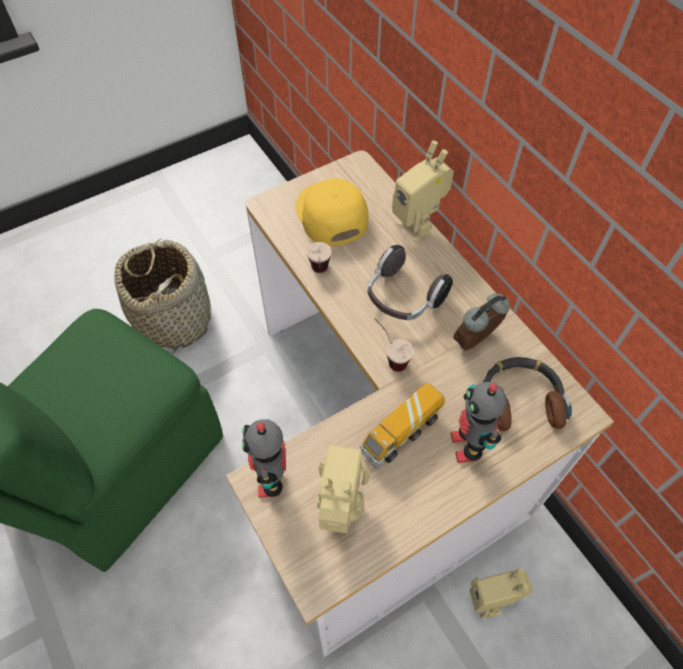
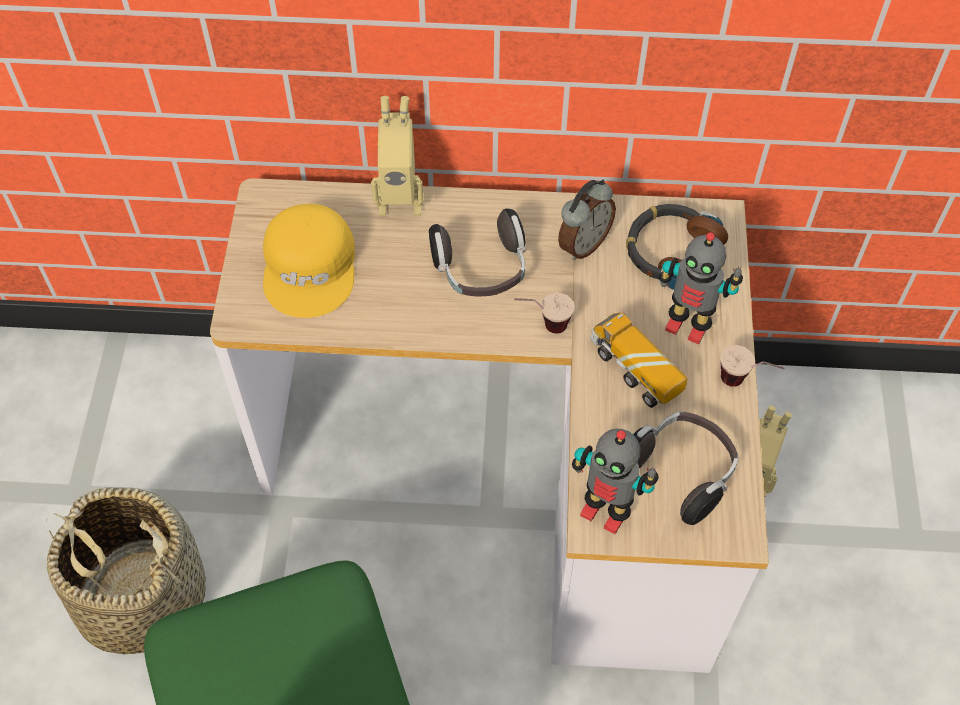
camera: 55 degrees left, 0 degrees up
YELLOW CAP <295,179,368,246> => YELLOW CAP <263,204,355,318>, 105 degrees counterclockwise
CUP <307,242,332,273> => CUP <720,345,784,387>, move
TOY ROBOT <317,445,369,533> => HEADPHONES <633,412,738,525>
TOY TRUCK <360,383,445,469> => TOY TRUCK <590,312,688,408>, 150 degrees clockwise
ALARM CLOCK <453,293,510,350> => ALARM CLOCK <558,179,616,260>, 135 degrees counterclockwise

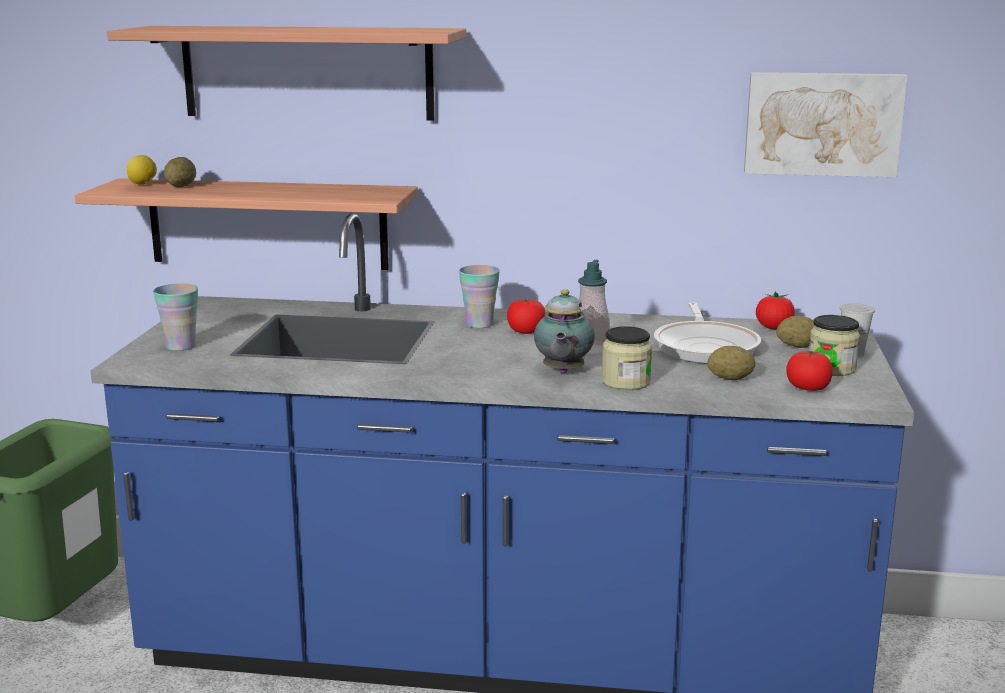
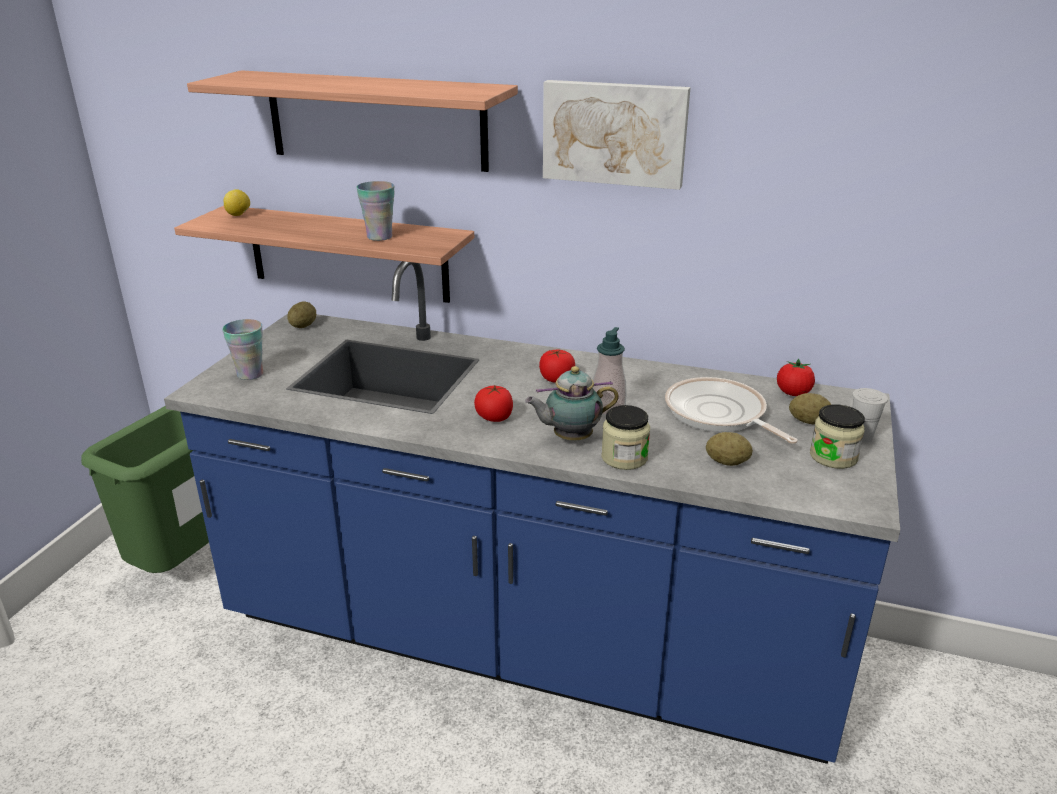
camera: 10 degrees right, 10 degrees up
POTATO <164,157,196,187> => POTATO <287,301,316,328>, move
CUP <459,265,500,328> => CUP <356,181,394,241>, move
TEAPOT <534,289,595,374> => TEAPOT <525,366,619,440>, 60 degrees clockwise
FRYING PAN <654,302,761,363> => FRYING PAN <665,377,798,444>, 135 degrees clockwise
PICTURE <744,72,908,177> => PICTURE <543,80,691,190>, move
TOMATO <786,350,833,391> => TOMATO <474,385,513,422>, move

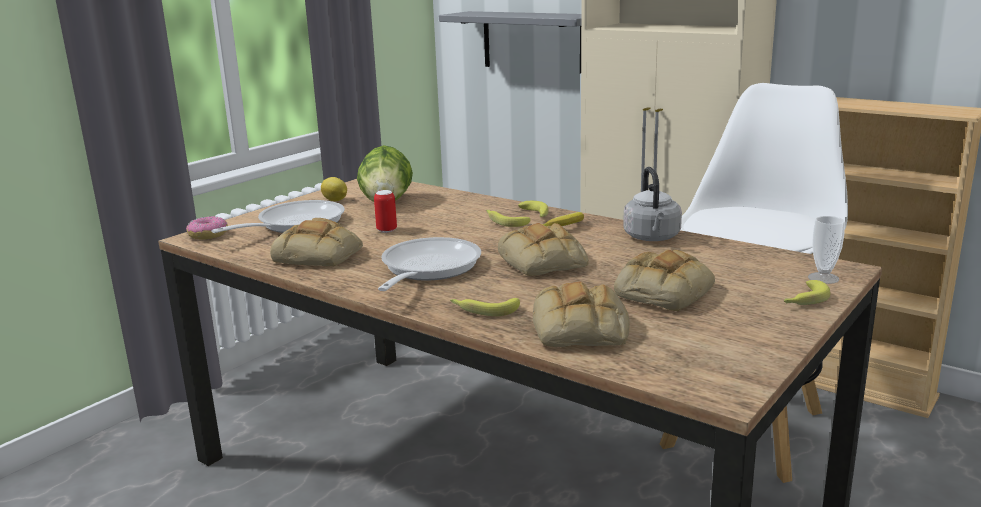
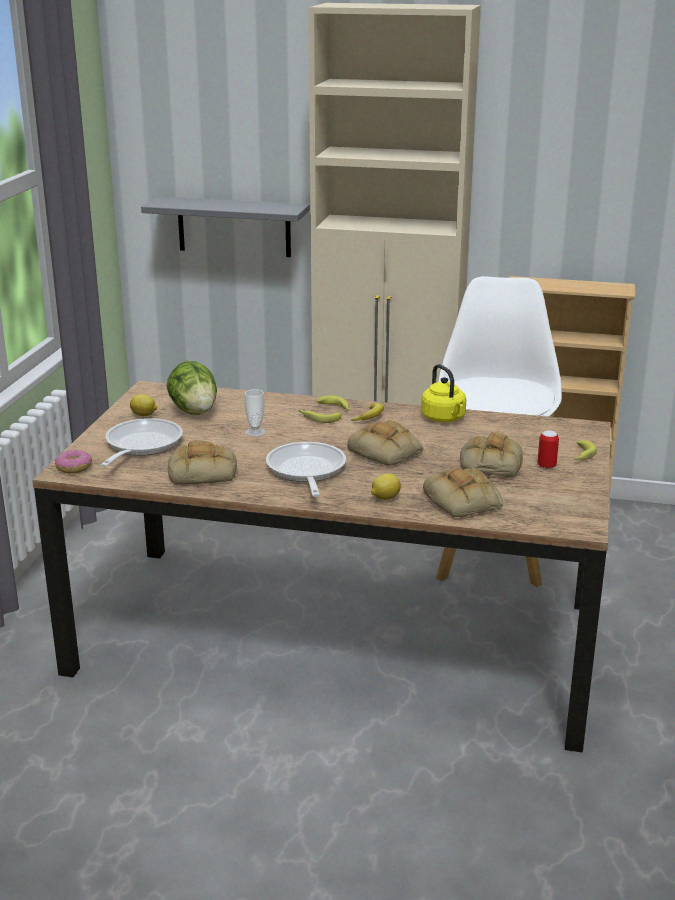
camera: 25 degrees left, 5 degrees up
CAN <374,190,397,233> => CAN <537,430,559,469>, move
BANANA <450,298,520,316> => LEMON <371,473,401,500>
GREY KETTLE <623,167,682,241> => YELLOW KETTLE <421,364,466,422>
CUP <808,216,845,284> => CUP <244,389,266,437>, move

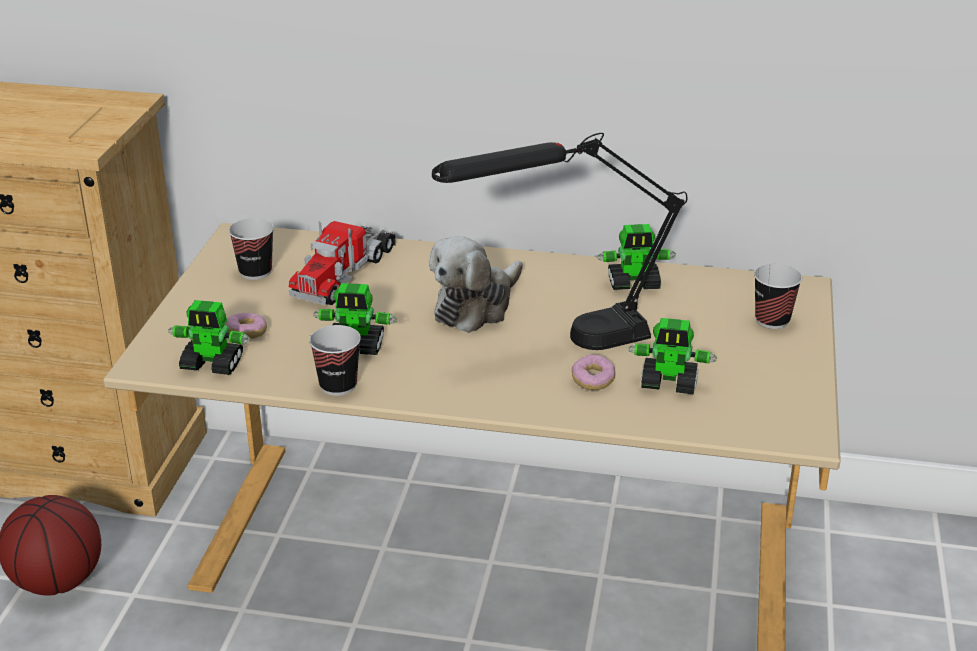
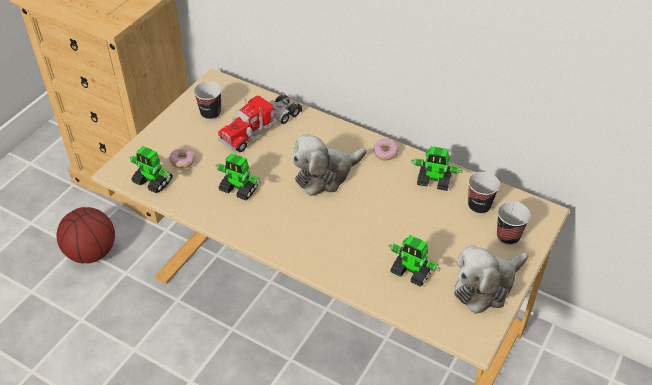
camera: 20 degrees right, 15 degrees up
CUP <309,325,361,396> => CUP <468,172,500,214>, move
BLACK TABLE LAMP <432,133,687,350> => nothing
DONUT <572,355,615,390> => DONUT <373,138,398,160>, move
nothing => PLUSH TOY <454,245,528,314>

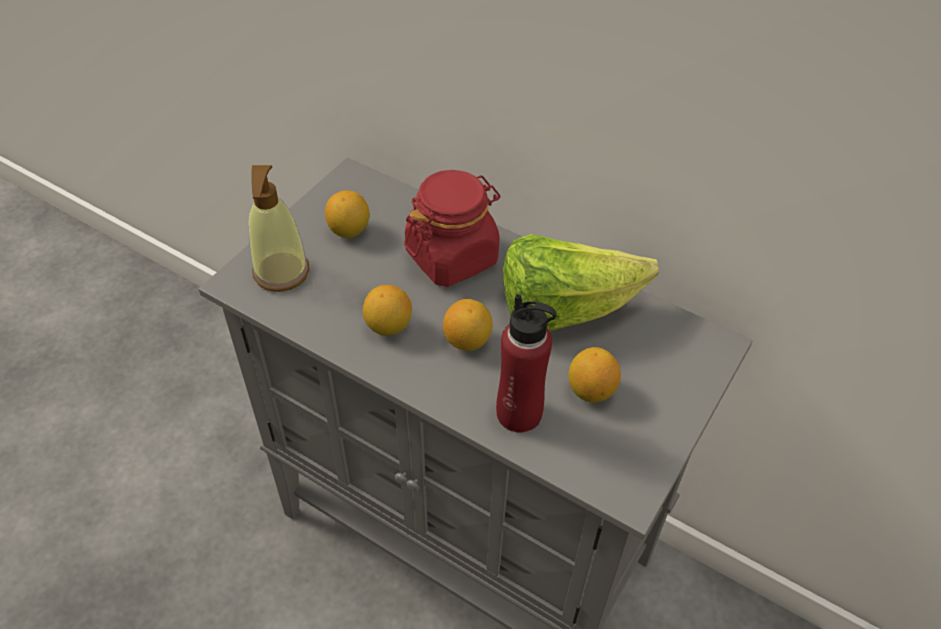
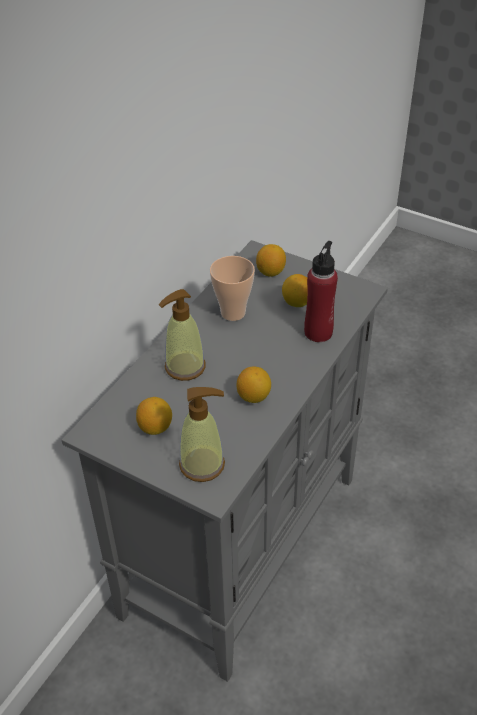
camera: 90 degrees left, 5 degrees down
RED JAR <404,170,500,287> => SOAP DISPENSER <158,289,206,381>
LEMON <443,299,493,351> => LEMON <256,244,286,277>, move
LETTUCE <503,234,659,331> => CUP <210,256,255,321>

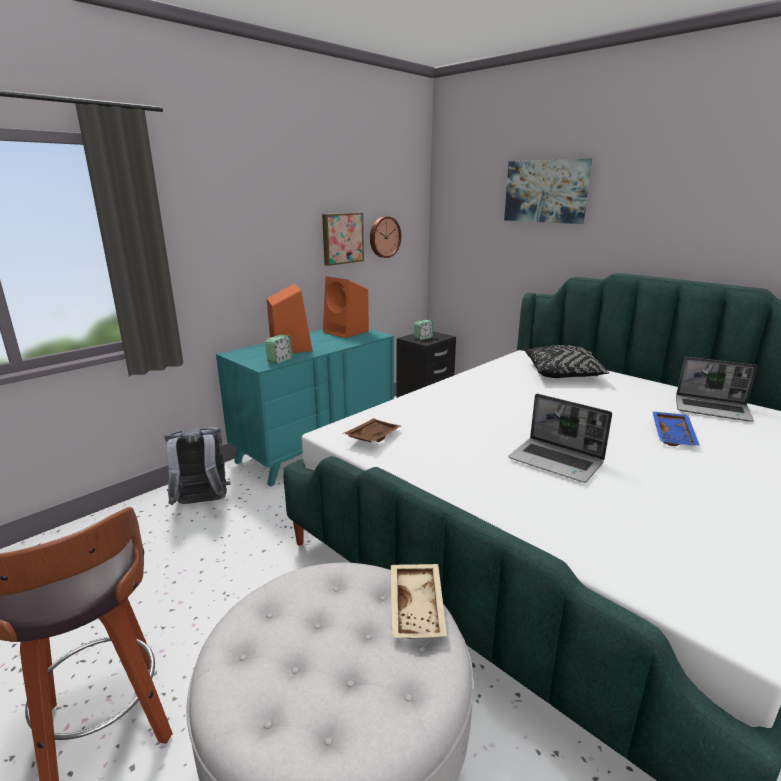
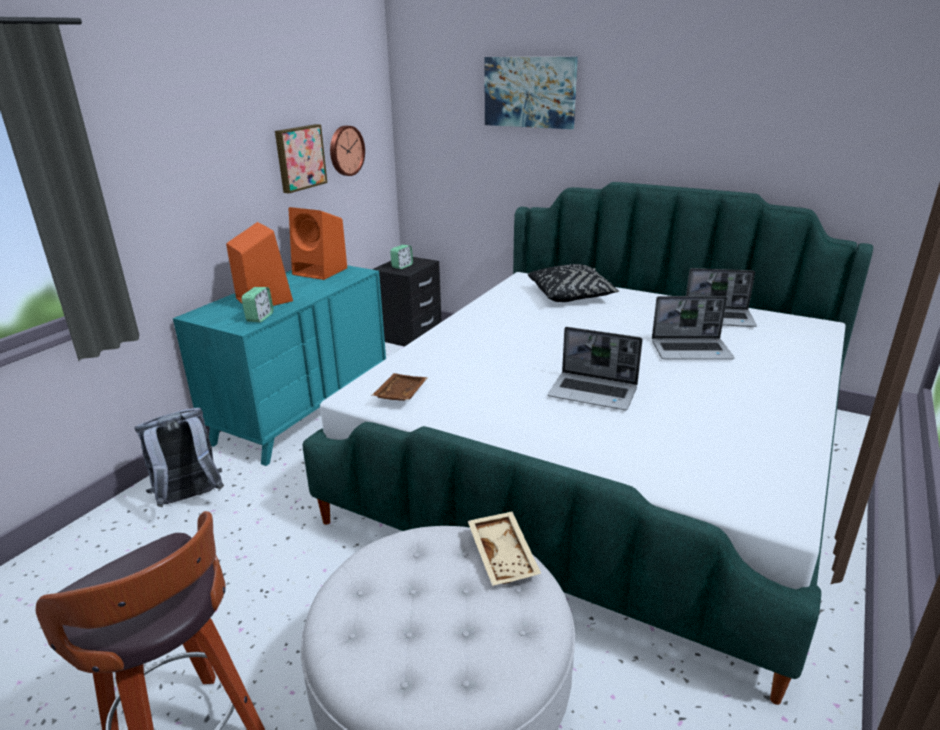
camera: 15 degrees left, 5 degrees up
BLUE TRAY <652,411,700,446> => LAPTOP <652,296,735,360>

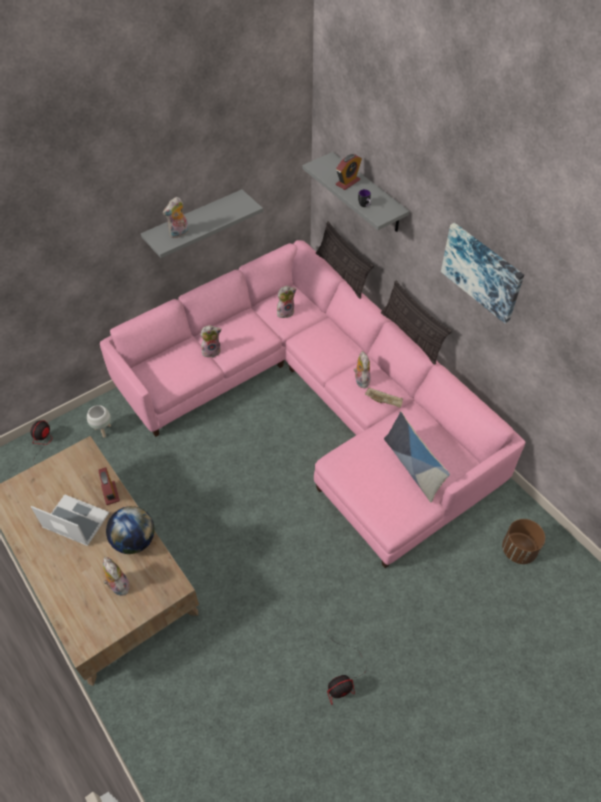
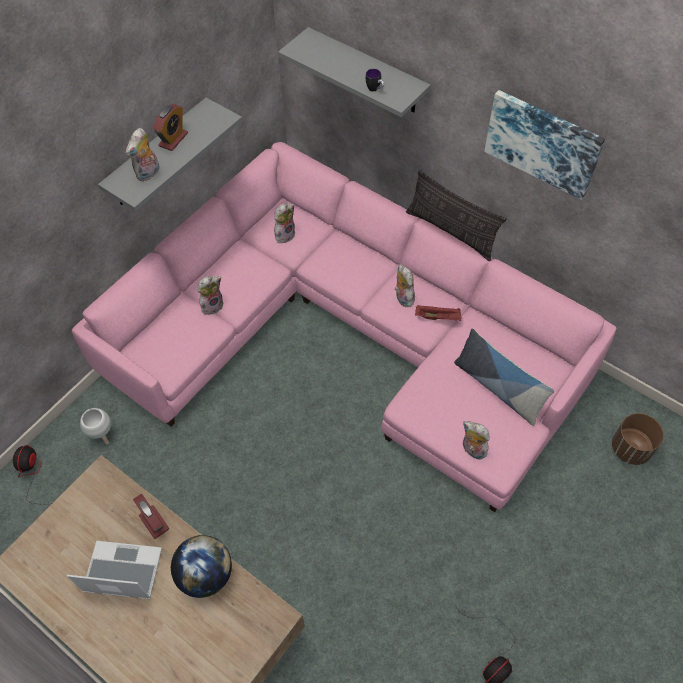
camera: 15 degrees left, 5 degrees up
PLUSH TOY <103,557,129,596> => PLUSH TOY <463,421,490,459>, move
PILLOW <316,221,374,299> => nothing
ALARM CLOCK <336,154,362,190> => ALARM CLOCK <153,104,188,151>, move
BEIGE TRAY <365,388,403,408> => RED TRAY <415,305,461,321>

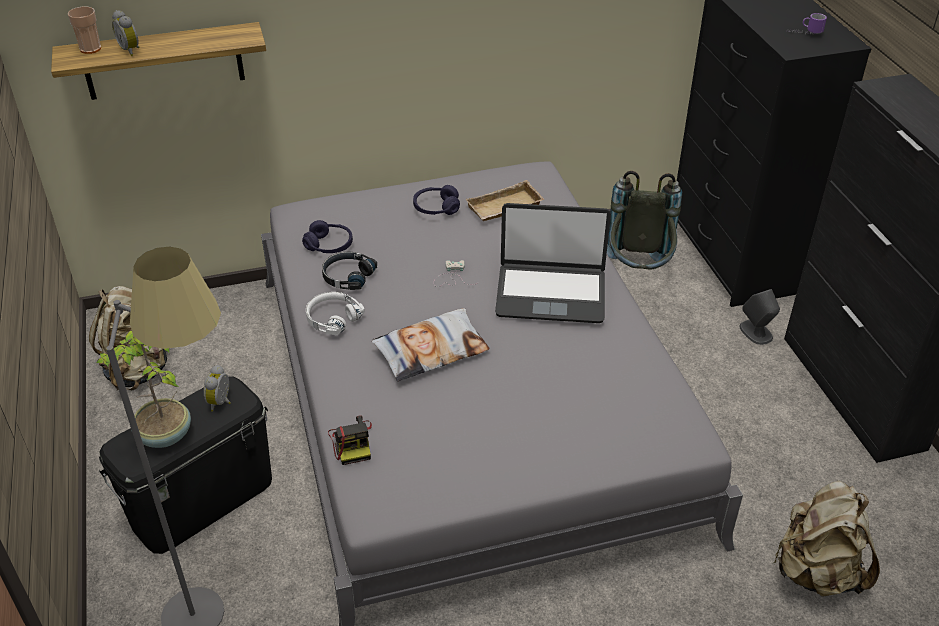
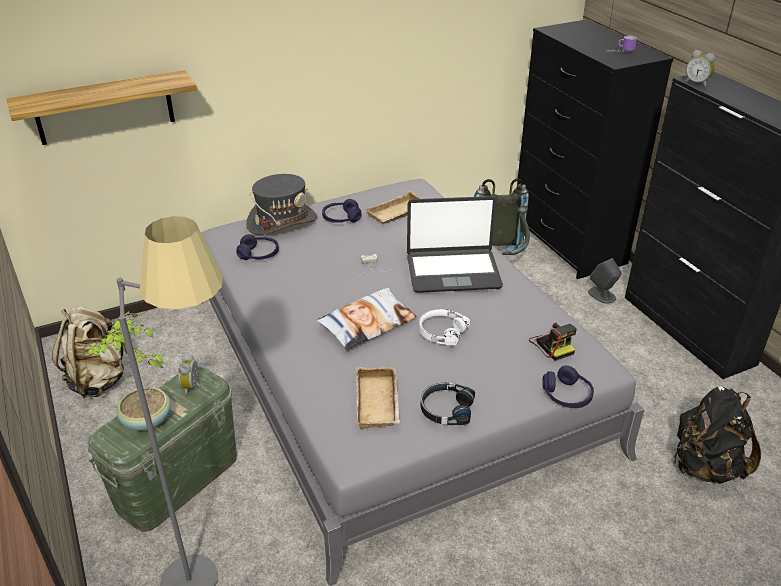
camera: 10 degrees left, 5 degrees down
CUP <68,6,101,54> => nothing
BLACK STORAGE BOX <99,377,272,554> => GREEN STORAGE BOX <88,366,237,532>
ALARM CLOCK <112,10,140,56> => ALARM CLOCK <685,50,715,87>, move
WHITE HEADPHONES <306,292,365,335> => WHITE HEADPHONES <419,309,470,345>, move
BLACK HEADPHONES <322,252,377,290> => BLACK HEADPHONES <421,383,475,426>, move
PHOTO CAMERA <328,415,372,465> => PHOTO CAMERA <529,322,577,361>, move
BEIGE BACKPACK <774,480,880,597> => BLACK BACKPACK <673,386,761,484>
nothing => GREY HAT <246,174,317,235>
nothing => BEIGE TRAY <356,367,400,429>
nothing => PURPLE HEADPHONES <542,365,594,408>

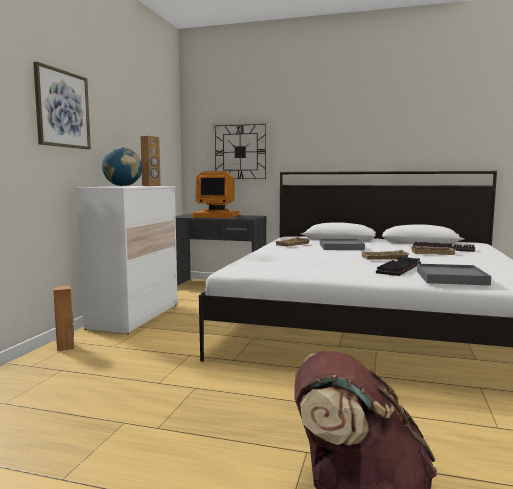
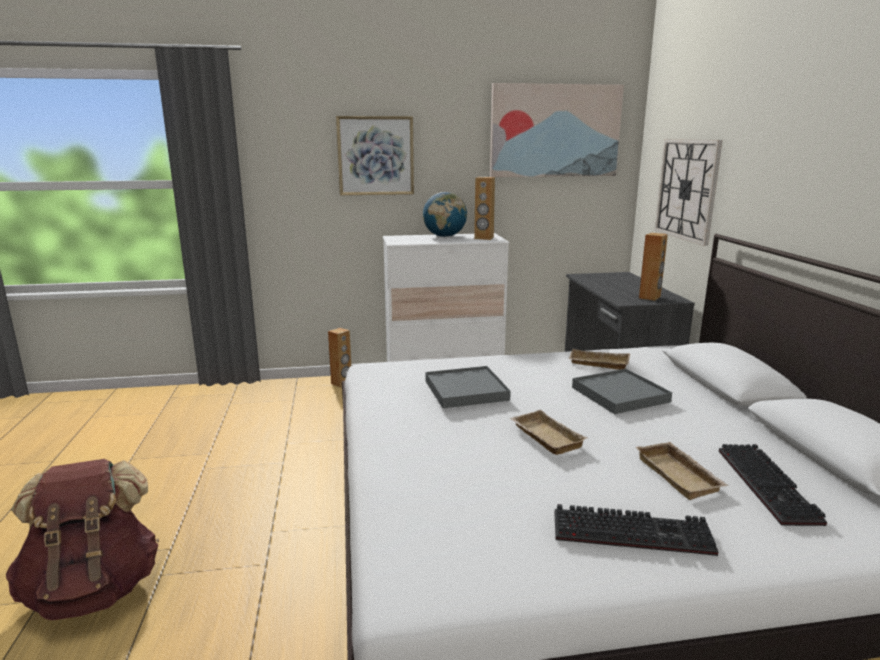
camera: 65 degrees right, 10 degrees up
MONITOR <192,171,239,218> => nothing
KEYBOARD <376,257,421,276> => KEYBOARD <555,504,718,556>, move
GREY TRAY <417,264,491,286> => GREY TRAY <425,366,511,408>, move
nothing => PICTURE <490,83,624,177>
nothing => BROWN SPEAKER <639,233,668,301>

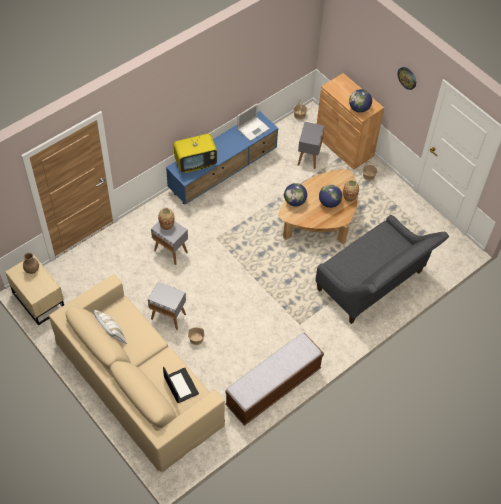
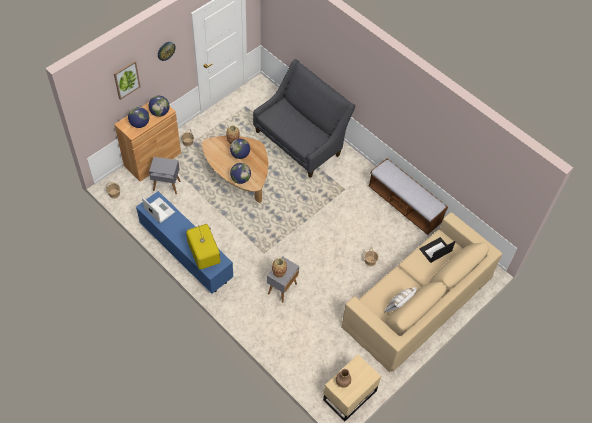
camera: 95 degrees left, 0 degrees up
GREY SIDE TABLE <148,282,186,330> => nothing
nothing => PICTURE <114,61,140,100>
nothing => GLOBE <128,107,149,128>

